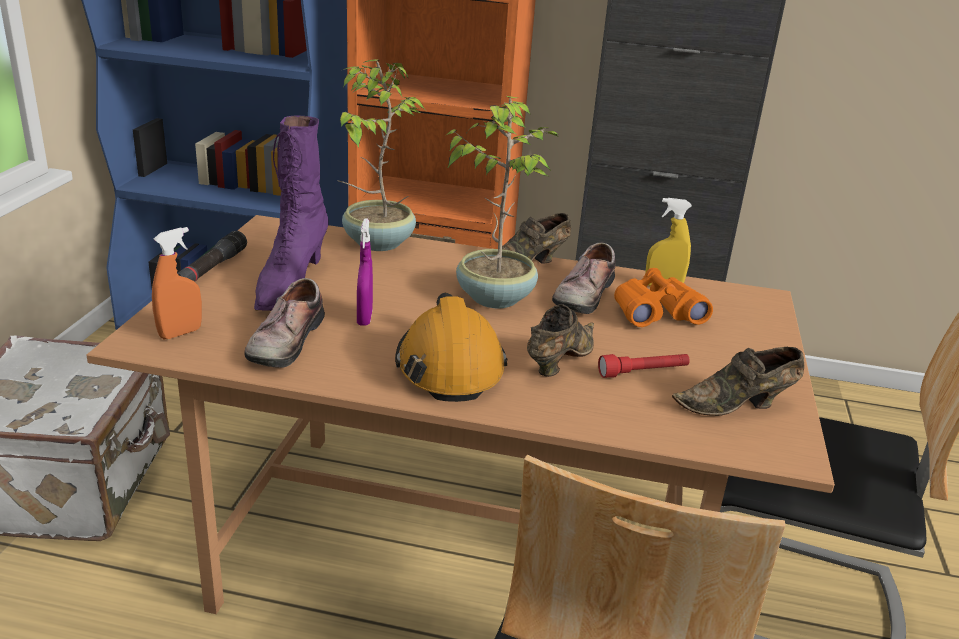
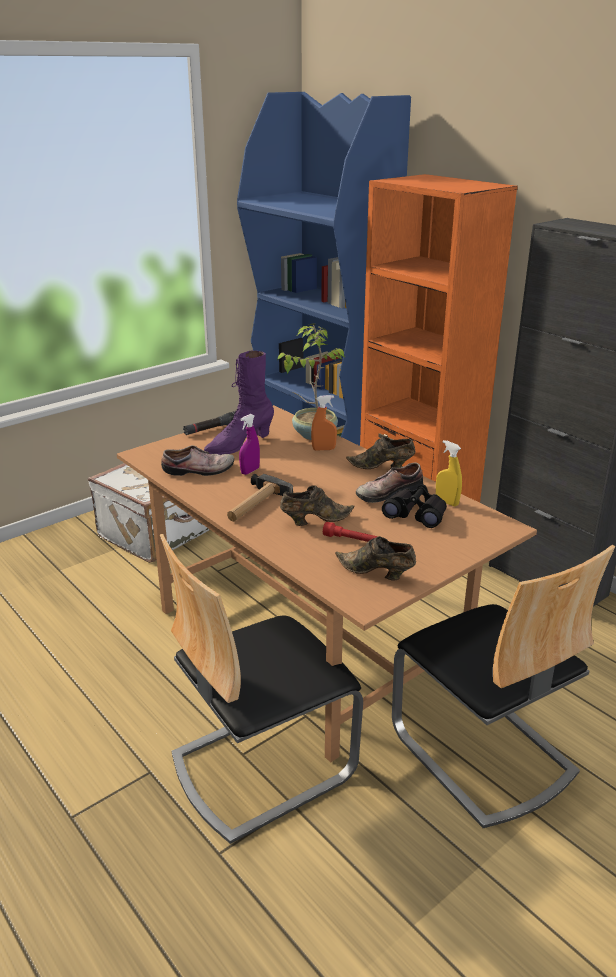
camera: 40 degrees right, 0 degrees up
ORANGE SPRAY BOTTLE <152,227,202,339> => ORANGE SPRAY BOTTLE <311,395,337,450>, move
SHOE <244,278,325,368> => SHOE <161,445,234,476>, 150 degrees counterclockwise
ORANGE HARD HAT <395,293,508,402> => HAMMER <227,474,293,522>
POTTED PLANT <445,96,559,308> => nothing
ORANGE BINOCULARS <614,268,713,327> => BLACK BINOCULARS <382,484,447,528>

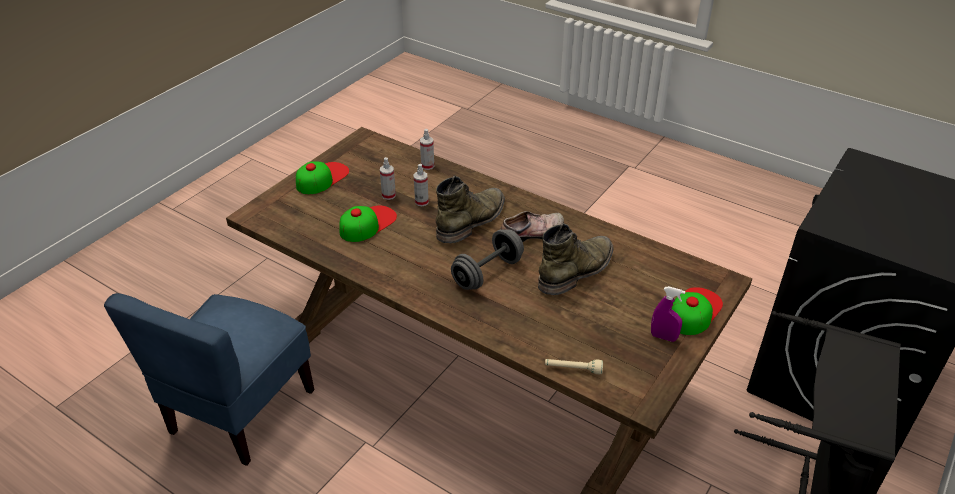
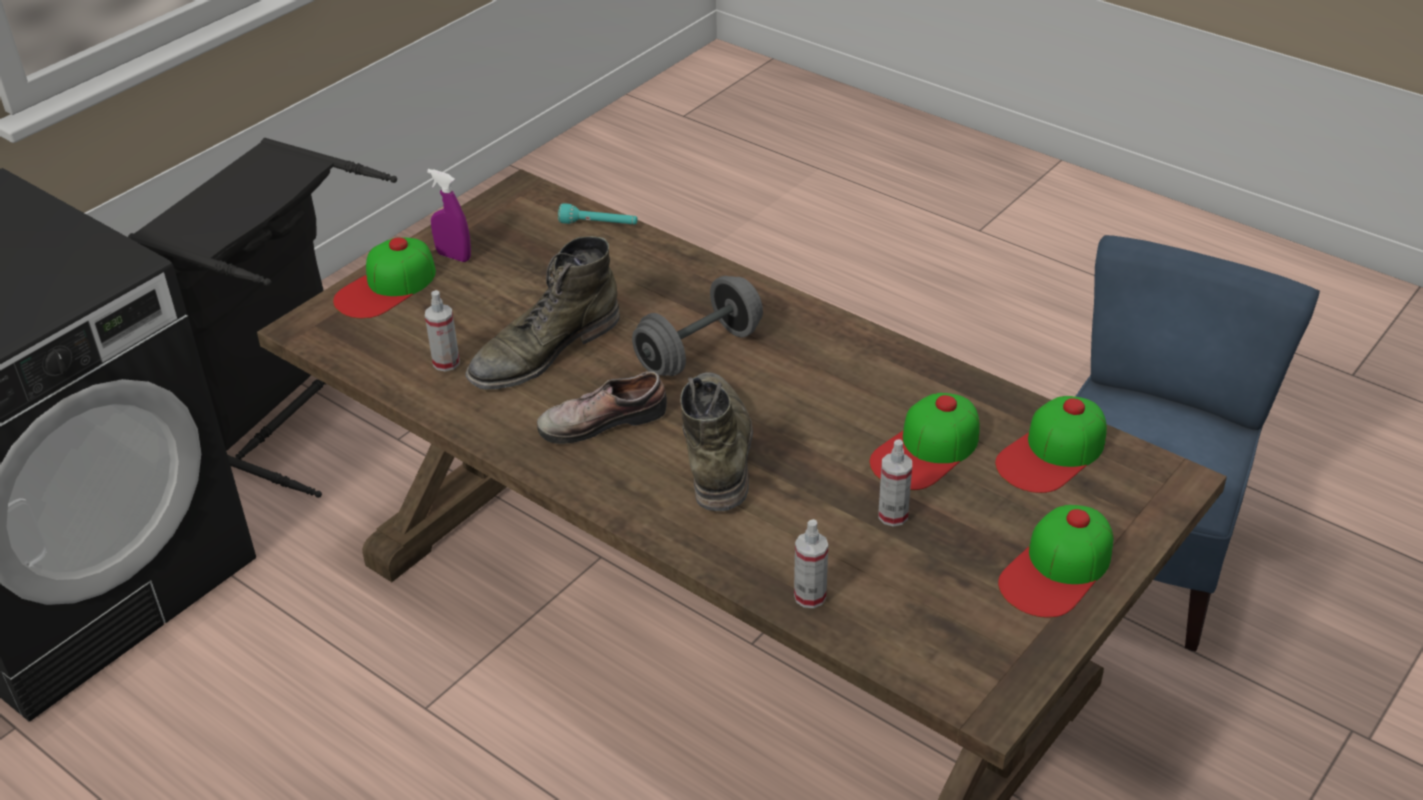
camera: 175 degrees left, 0 degrees up
SPRAY BOTTLE <413,164,429,206> => SPRAY BOTTLE <425,290,460,371>, move
GREEN BOOT <436,176,505,243> => GREEN BOOT <680,372,753,511>, 135 degrees clockwise
BEIGE FLASHLIGHT <545,359,603,374> => TURQUOISE FLASHLIGHT <558,203,637,224>
nothing => CAP <995,396,1107,493>

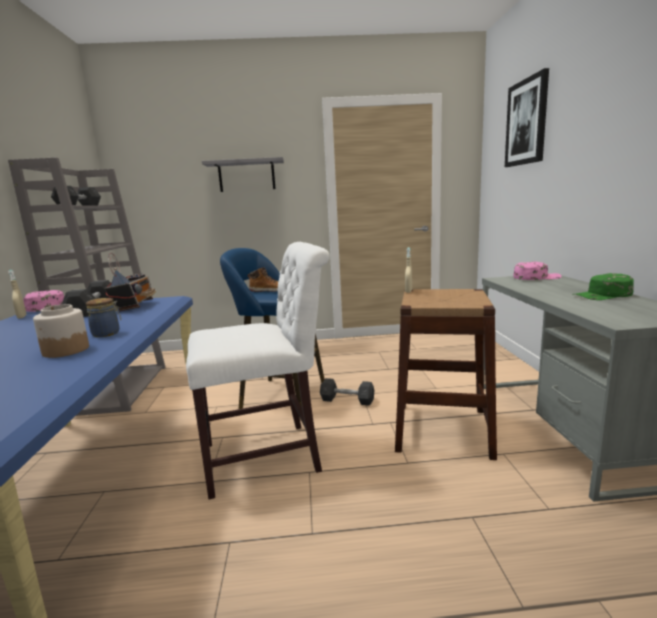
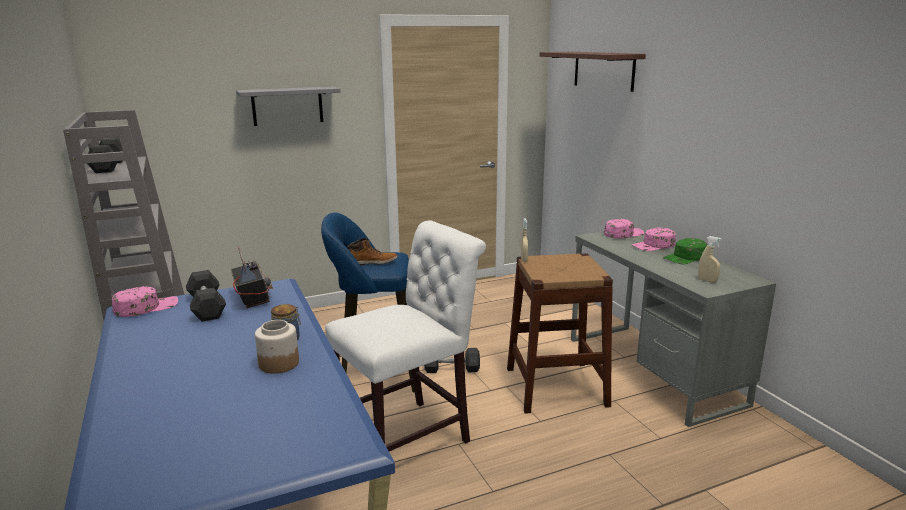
camera: 20 degrees left, 5 degrees up
BEIGE SPRAY BOTTLE <8,270,26,318> => BEIGE SPRAY BOTTLE <698,236,722,283>, move
PICTURE <505,68,549,167> => SHELF <539,52,646,92>
nothing => PINK CAP <631,228,676,251>

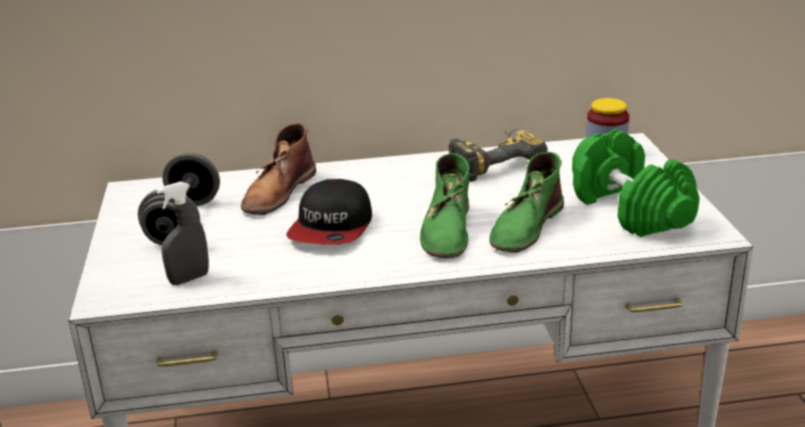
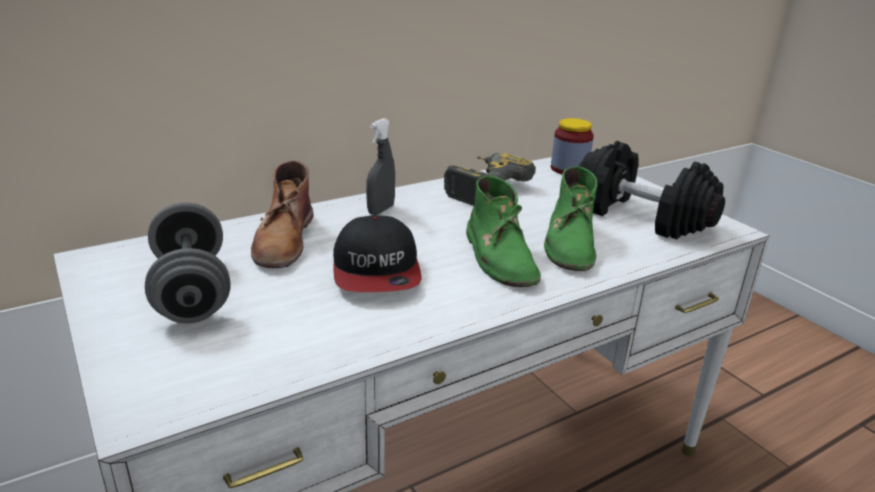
camera: 25 degrees left, 0 degrees up
GREY SPRAY BOTTLE <157,181,209,285> => GREY SPRAY BOTTLE <366,118,395,215>, move
GREEN DUMBBELL <572,129,699,237> => BLACK DUMBBELL <579,141,725,240>

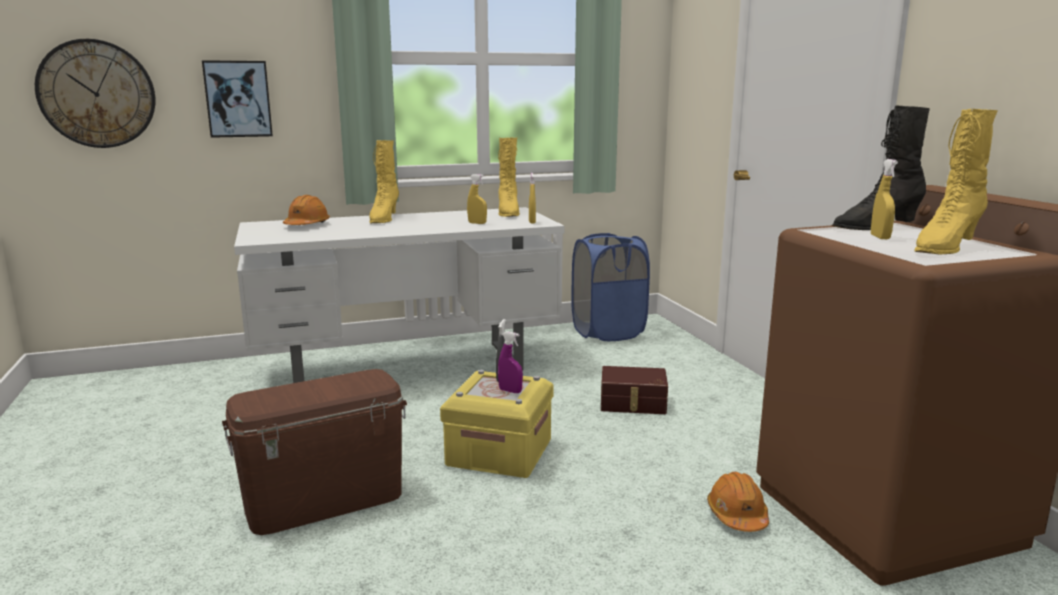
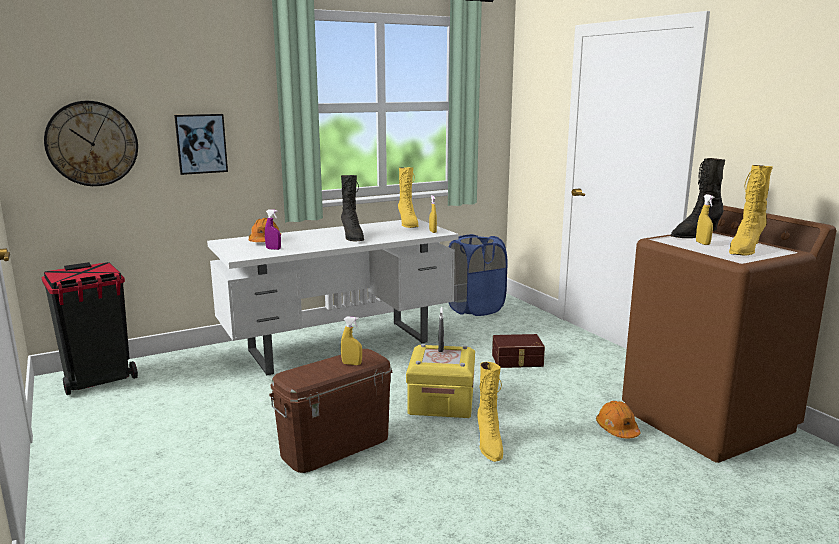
camera: 10 degrees left, 0 degrees up
YELLOW BOOT <370,140,399,223> => YELLOW BOOT <477,362,503,462>, move
YELLOW SPRAY BOTTLE <467,174,487,224> => YELLOW SPRAY BOTTLE <341,316,362,365>, move
PURPLE SPRAY BOTTLE <498,331,523,393> => PURPLE SPRAY BOTTLE <265,209,281,250>, move
nothing => BLACK TRASH CAN <42,262,138,395>
nothing => BLACK BOOT <341,175,364,242>

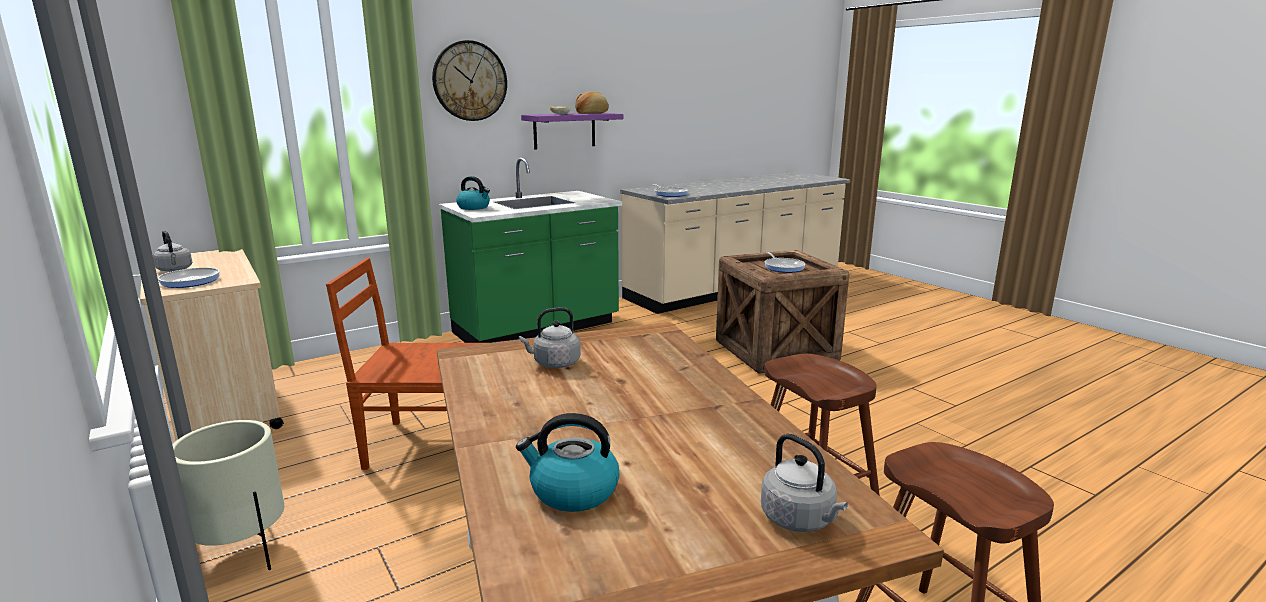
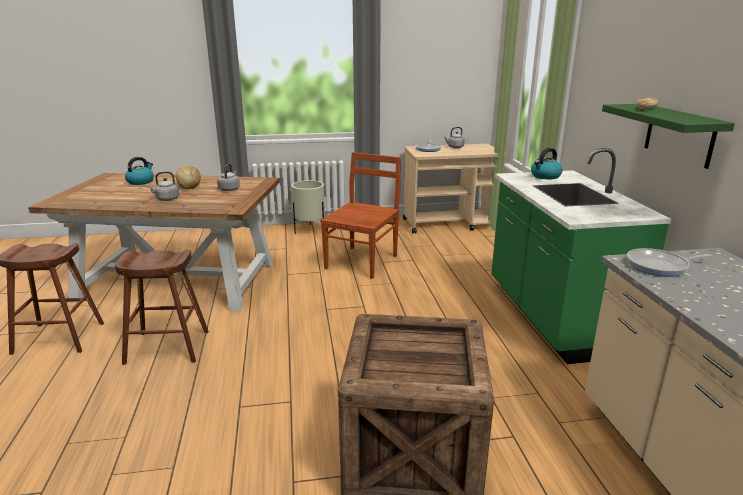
camera: 115 degrees right, 5 degrees up
WALL CLOCK <432,40,507,121> => nothing
PURPLE SHELF <521,113,623,150> => GREEN SHELF <602,104,735,169>
BREAD <575,92,609,114> => BREAD <175,166,201,189>, move
GREY KETTLE <761,433,848,532> => GREY KETTLE <147,171,179,201>, move
FRYING PAN <765,252,805,273> => nothing

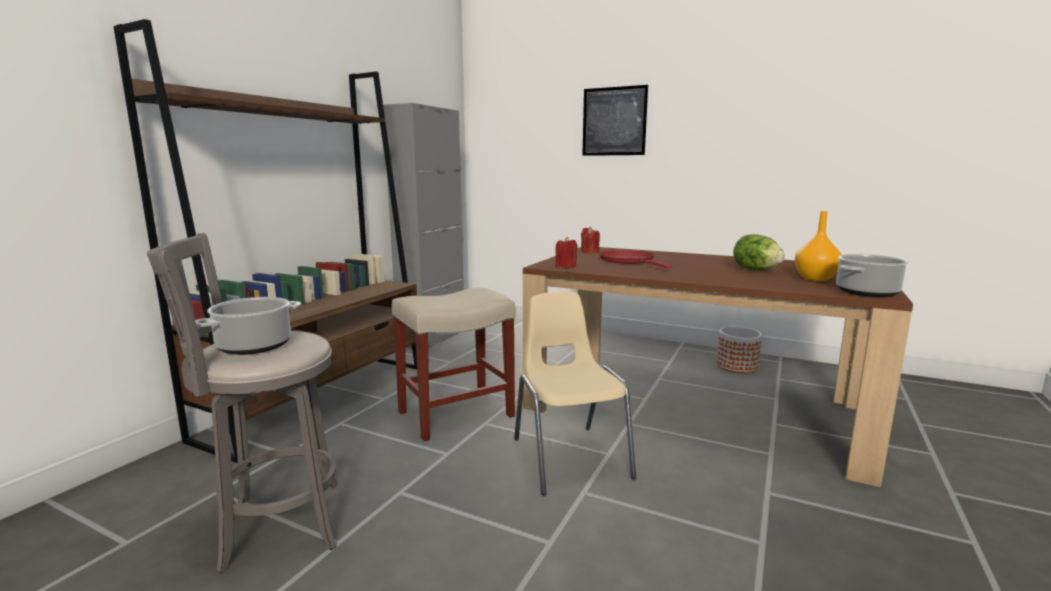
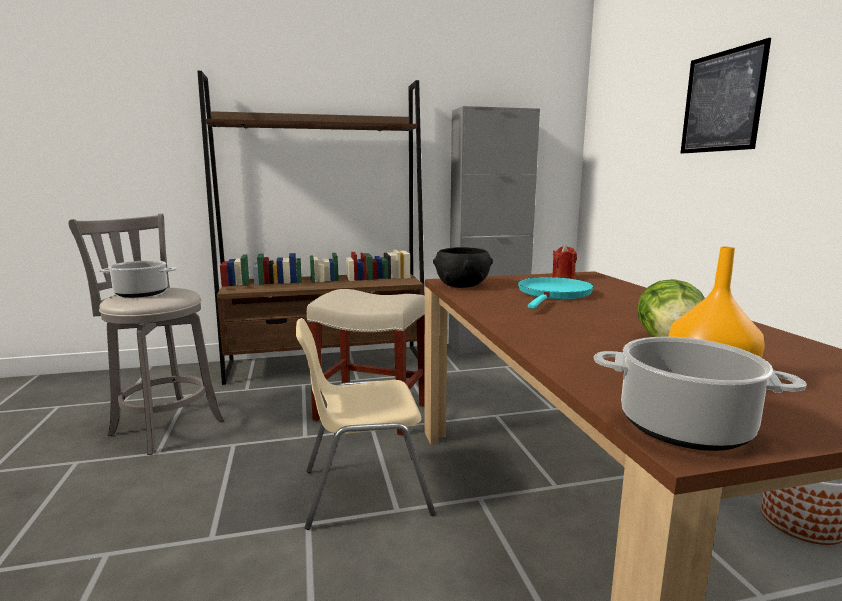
camera: 50 degrees right, 0 degrees up
BEIGE CHAIR <514,292,636,496> => BEIGE CHAIR <296,318,436,530>, 135 degrees counterclockwise
RED CANDLE <555,237,578,268> => BLACK BOWL <433,247,493,288>
RED FRYING PAN <599,250,671,268> => TURQUOISE FRYING PAN <518,277,594,309>

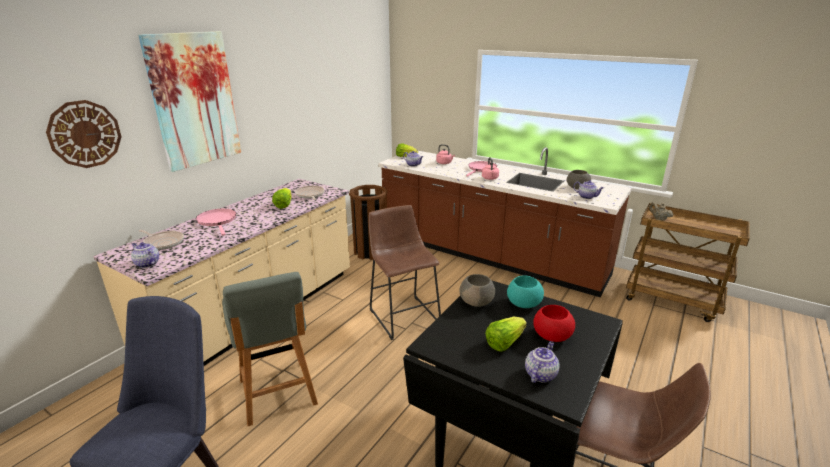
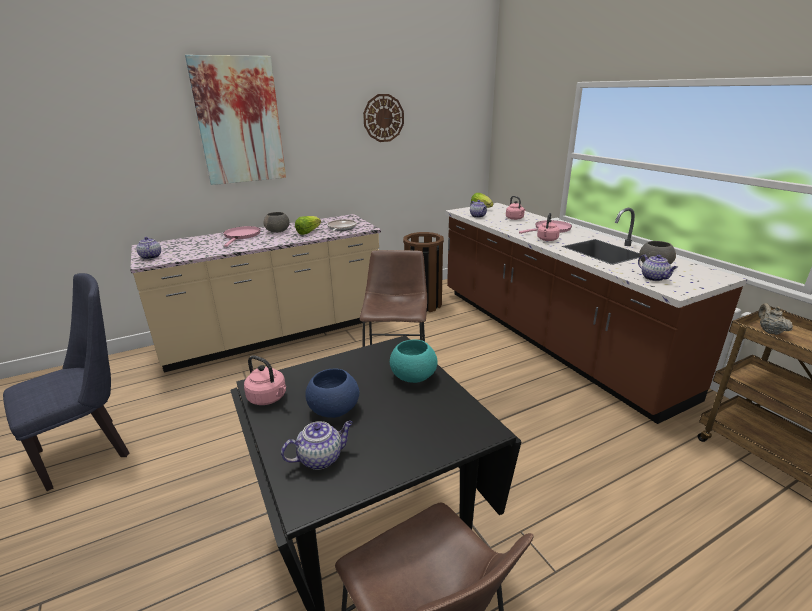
camera: 30 degrees right, 0 degrees up
WALL CLOCK <46,100,122,168> => WALL CLOCK <363,94,404,142>, move
FRYING PAN <139,230,184,250> => nothing
GREY CHAIR <222,272,318,426> => nothing
GREY BOWL <459,274,495,307> => GREY BOWL <264,212,289,233>, move
LETTUCE <485,317,527,352> => BLUE BOWL <305,368,359,418>
RED BOWL <533,305,575,342> => nothing
nothing => PINK KETTLE <244,355,286,405>

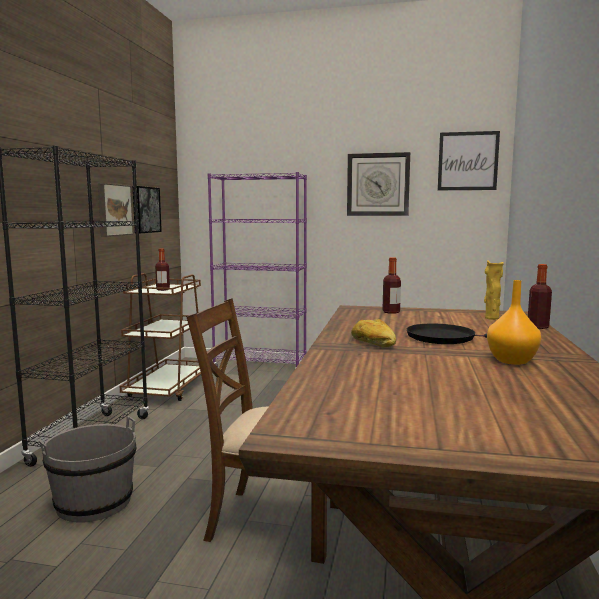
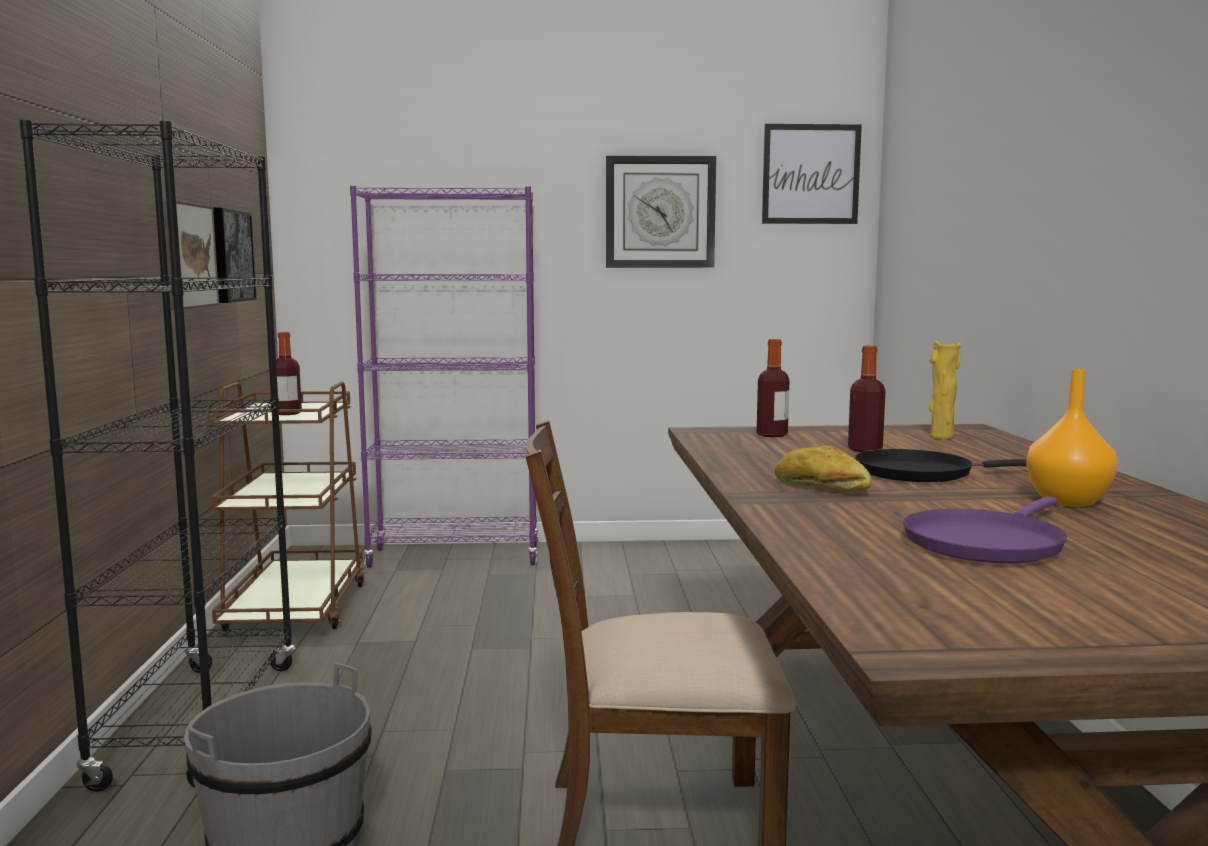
camera: 15 degrees left, 0 degrees up
BOTTLE <528,264,552,329> => BOTTLE <848,346,885,452>, move
nothing => PURPLE FRYING PAN <903,496,1067,563>

